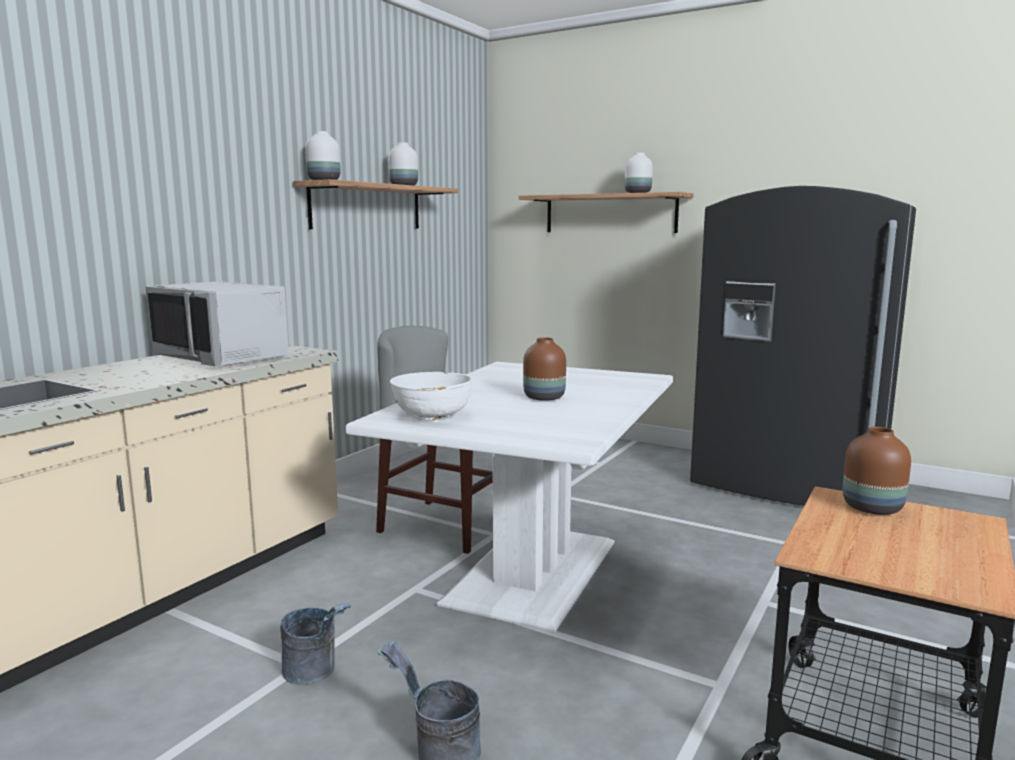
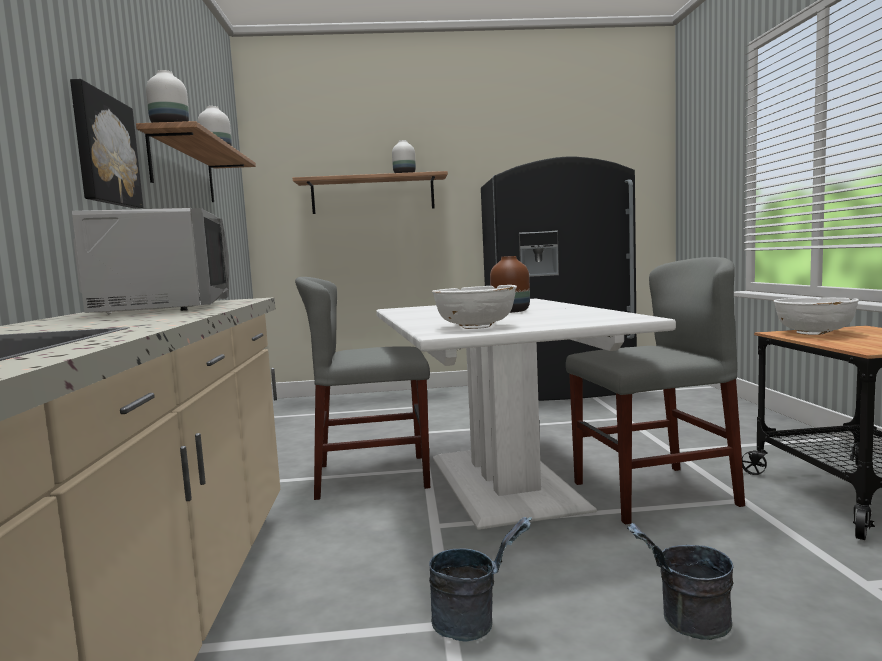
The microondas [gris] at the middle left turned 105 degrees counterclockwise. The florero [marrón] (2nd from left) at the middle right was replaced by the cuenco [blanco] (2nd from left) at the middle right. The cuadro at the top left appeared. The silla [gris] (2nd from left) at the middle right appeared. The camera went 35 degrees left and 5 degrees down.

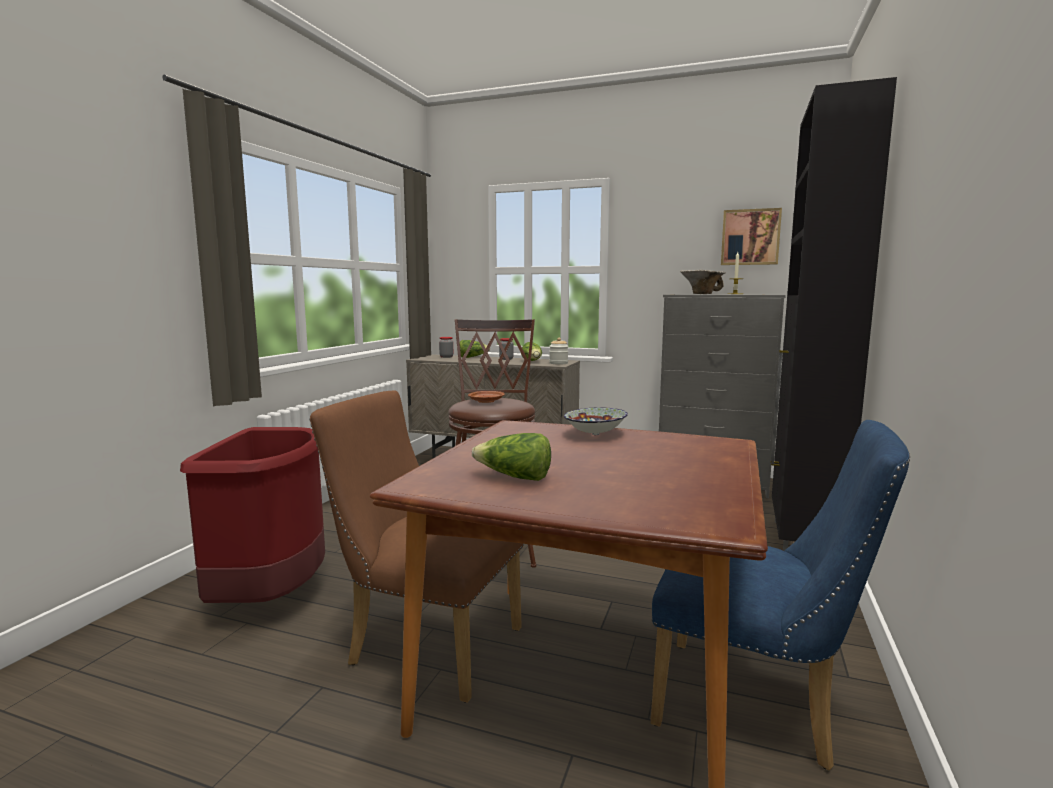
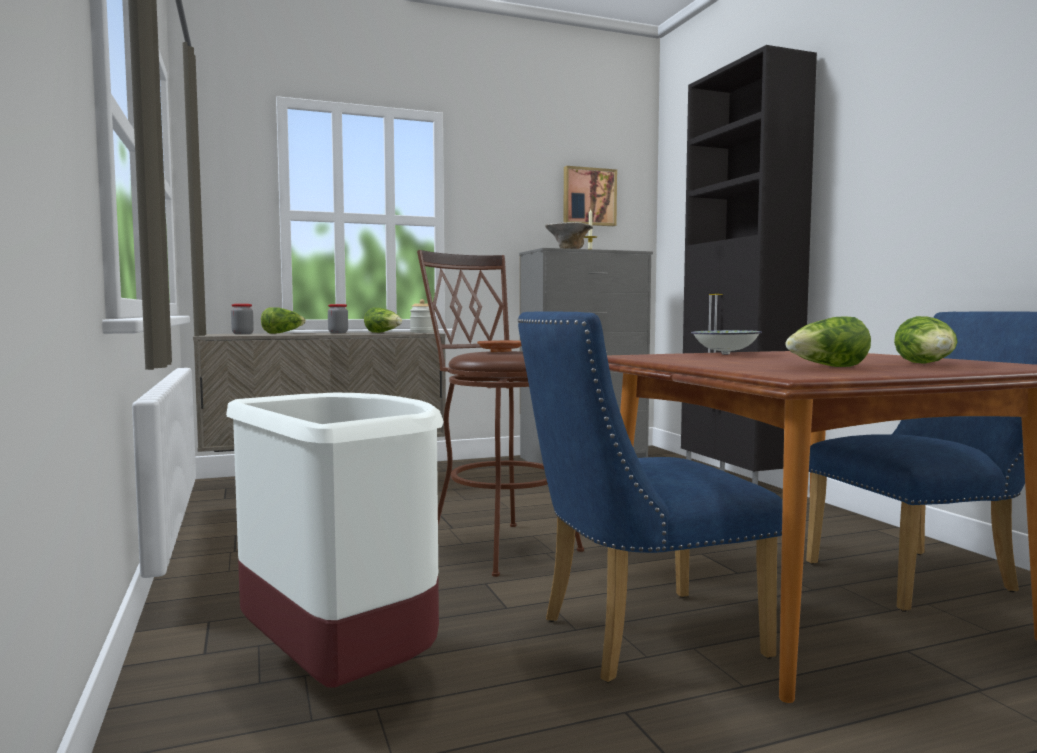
The silla [marrón] at the bottom centre became the silla [azul] (1st from left) at the centre. The papelera [rojo] at the middle left became the papelera [blanco] at the bottom left. The lechuga (4th from left) at the middle right appeared. The camera went 40 degrees left and 5 degrees down.

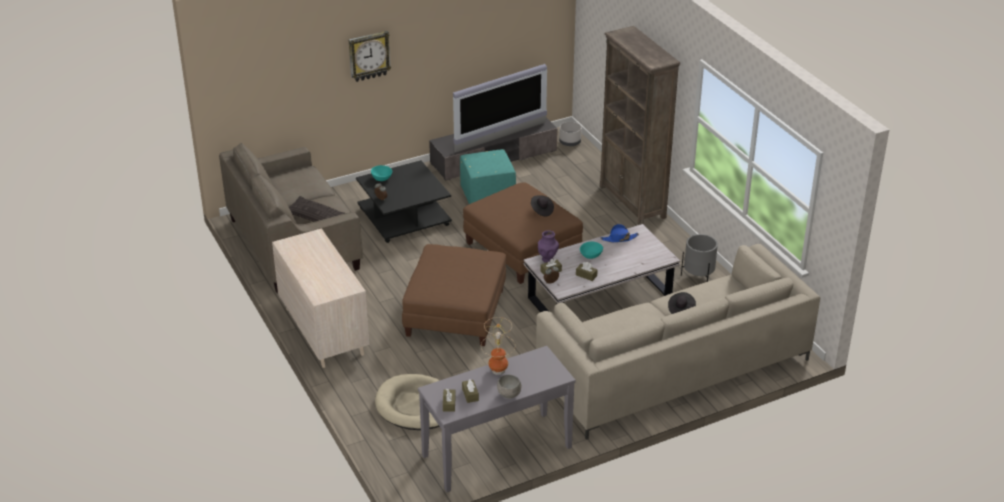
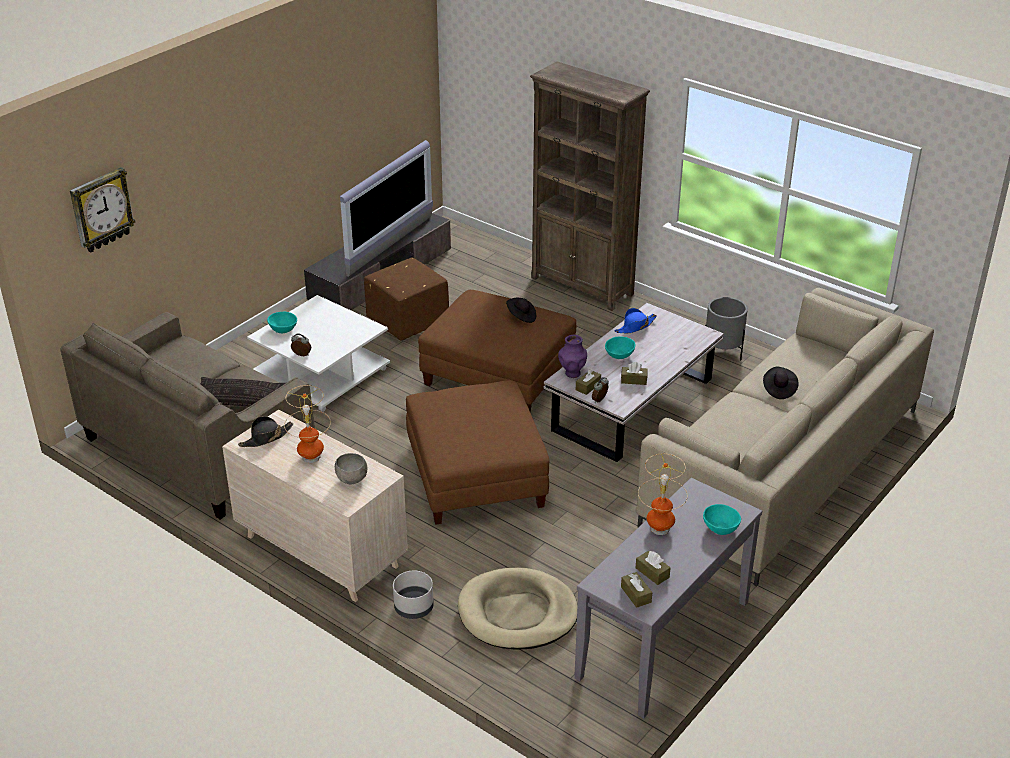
The reloj de pared moved from the top centre to the top left. The maceta [gris] (1st from left) moved from the top centre to the bottom centre. The puf [turquesa] at the centre became the puf [marrón] (1st from left) at the centre. The mesa de centro [negro] at the centre became the mesa de centro [blanco] (1st from left) at the middle left. The cuenco [gris] moved from the bottom centre to the centre. The lámpara de mesa (1st from left) at the middle left appeared. The sombrero [negro] (1st from left) at the middle left appeared. The cuenco [turquesa] (3rd from left) at the bottom right appeared. The camera went 25 degrees left and 0 degrees up.

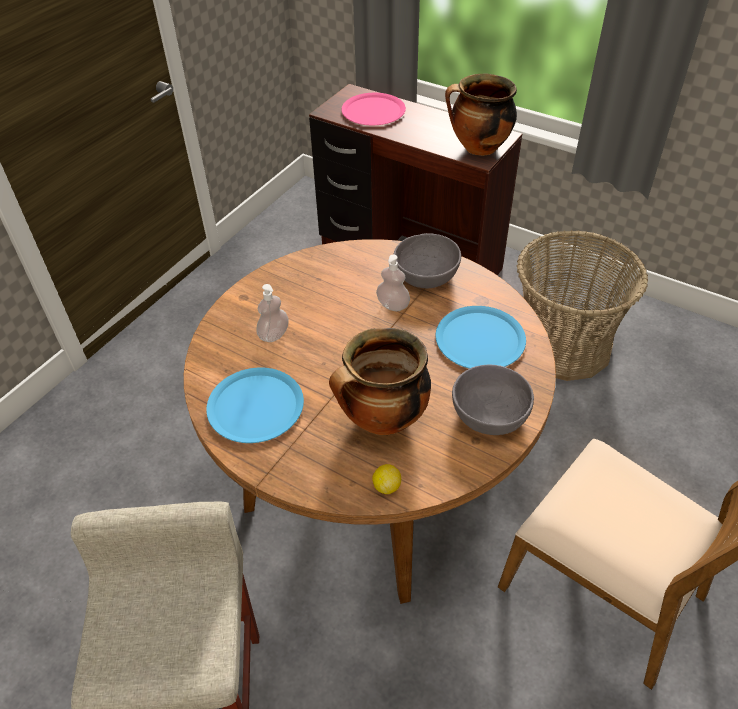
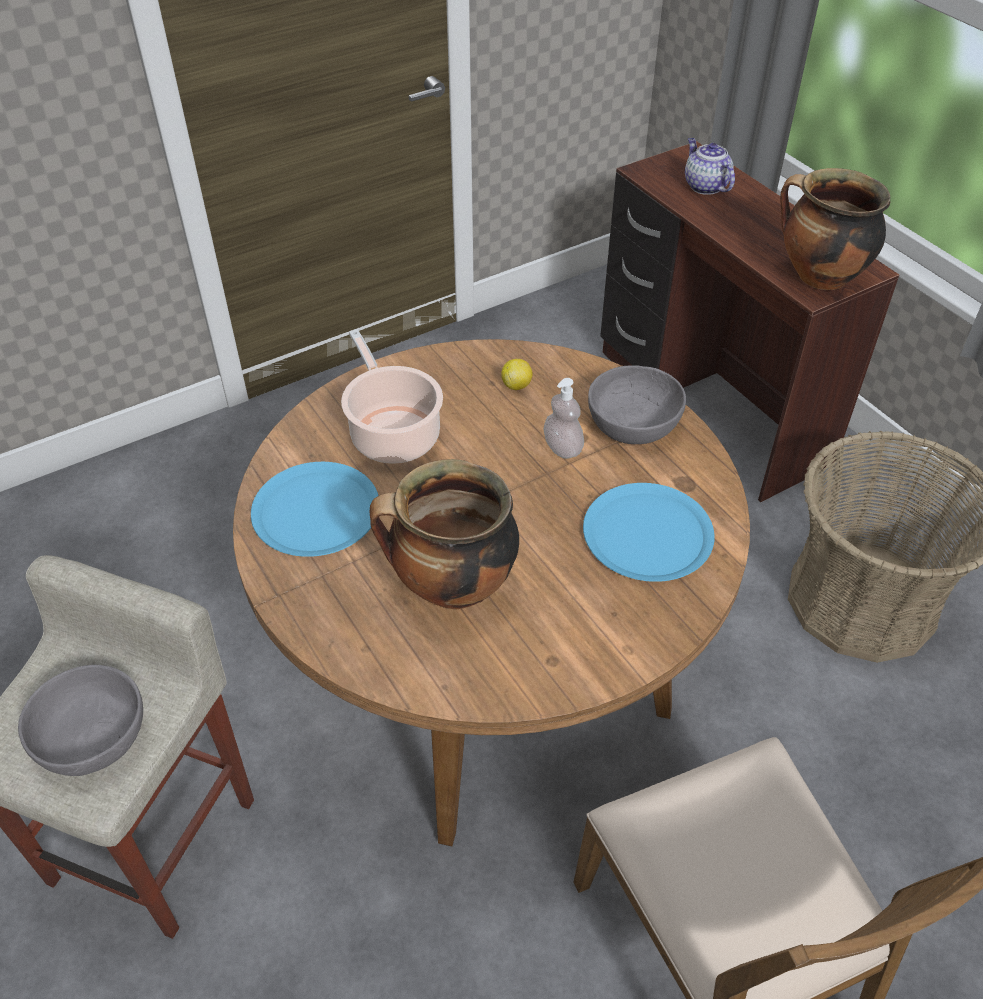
The plato [rosa] at the top centre was replaced by the tetera at the top right. The dispensador de jabón (1st from left) at the centre was replaced by the olla (1st from left) at the centre. The cuenco [gris] (2nd from left in the first image) moved from the middle right to the bottom left. The limón moved from the bottom centre to the centre. The camera went 25 degrees right and 0 degrees up.

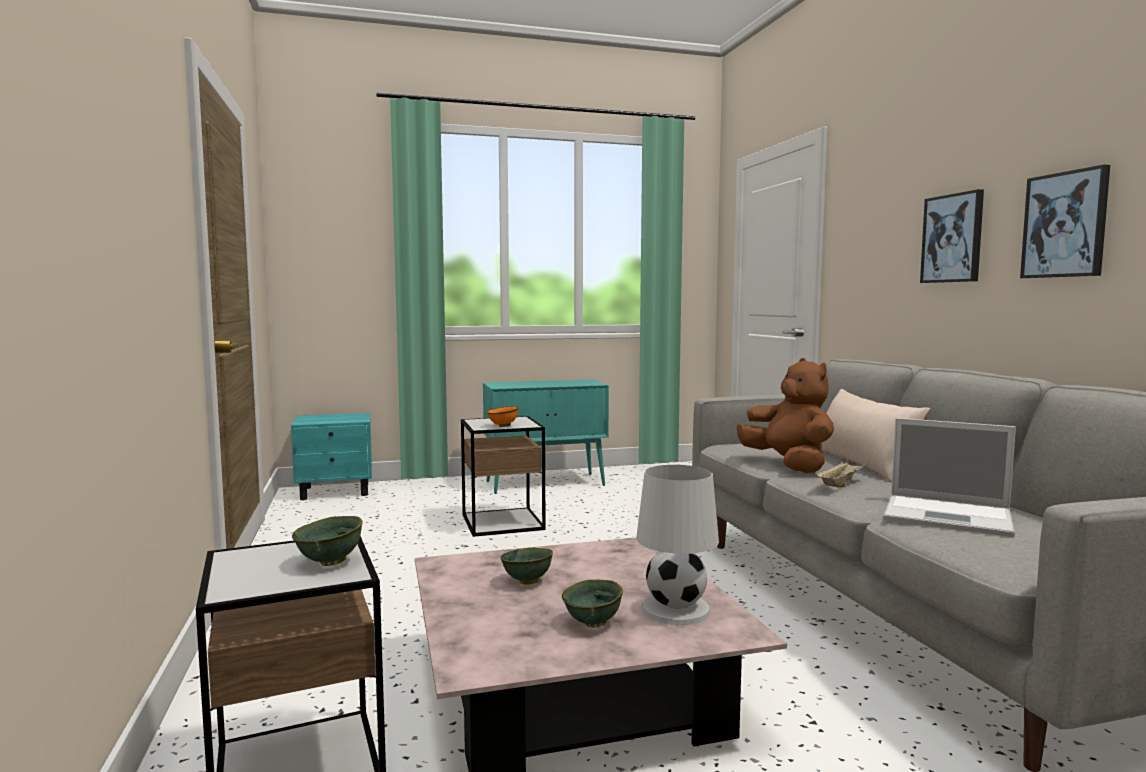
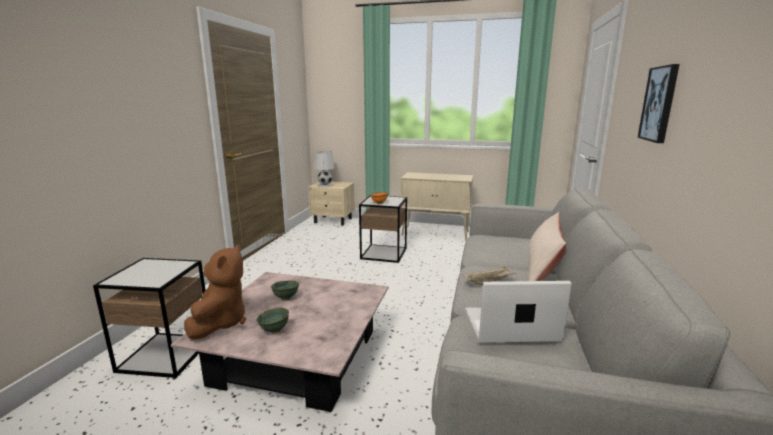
The cuadro (2nd from left) at the top right disappeared. The peluche [marrón] moved from the middle right to the bottom left. The armario [turquesa] at the centre became the armario [beis] at the centre. The mesita de noche [turquesa] at the middle left became the mesita de noche [beis] at the centre. The portátil at the middle right turned 120 degrees clockwise. The lámpara de mesa [blanco] moved from the bottom centre to the centre. The cuenco [verde] (1st from left) at the bottom left disappeared. The camera went 30 degrees right and 10 degrees up.

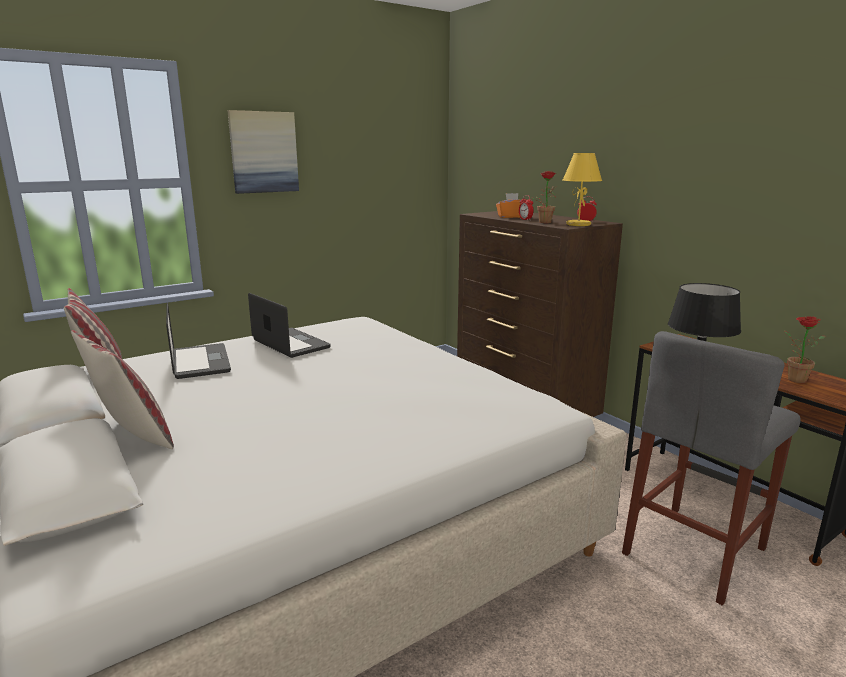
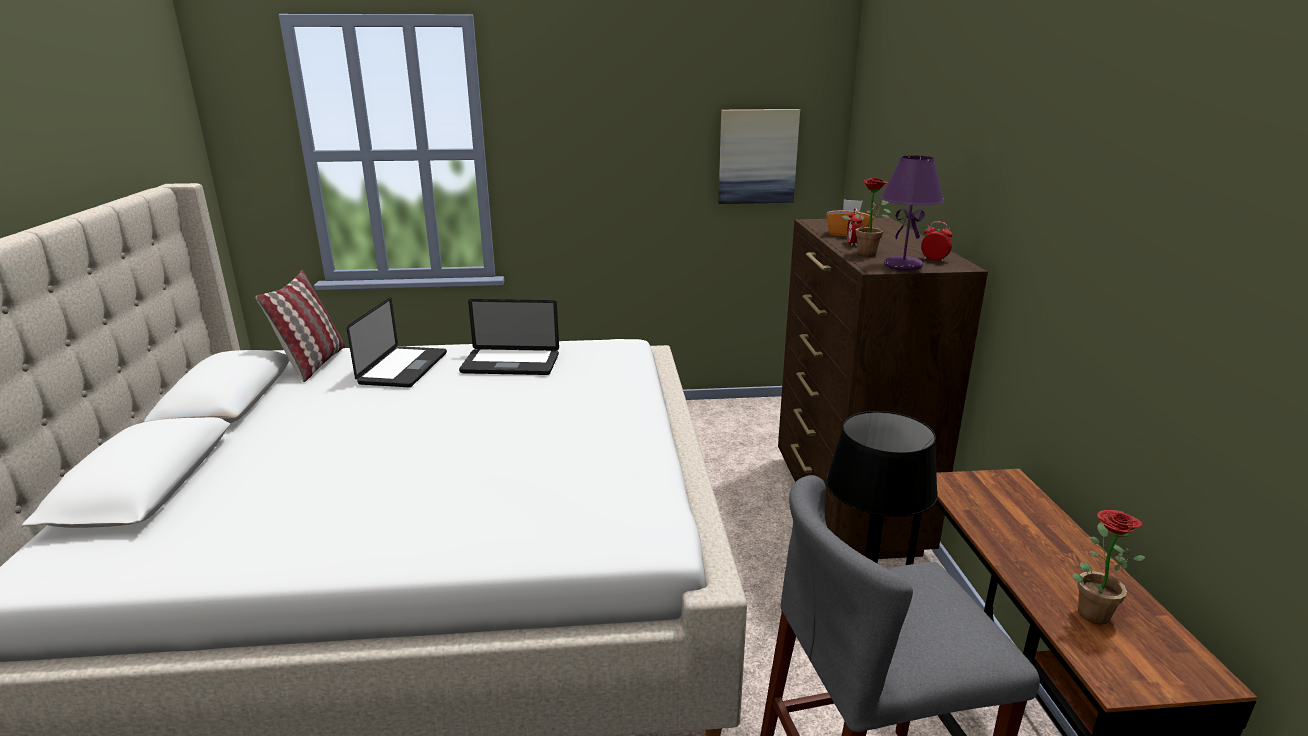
The cuadro moved from the top left to the top centre. The lámpara de mesa [amarillo] at the top right became the lámpara de mesa [morado] at the top right. The portátil (2nd from left) at the centre turned 105 degrees clockwise. The cojín (2nd from left) at the middle left disappeared. The camera went 30 degrees right and 5 degrees up.

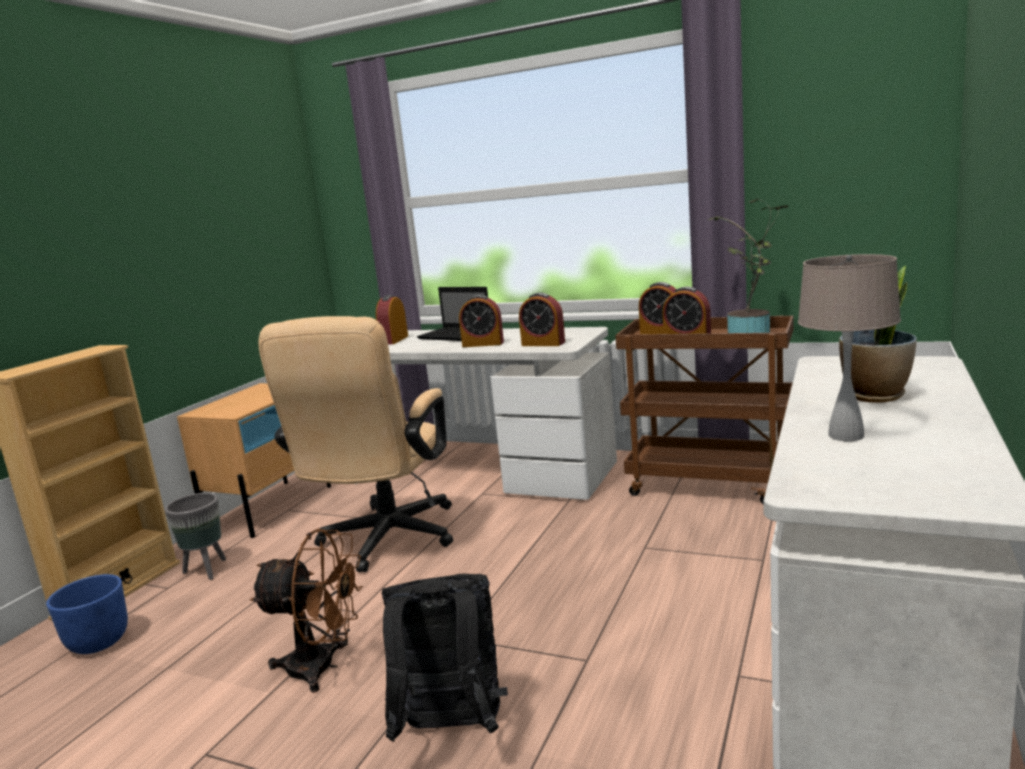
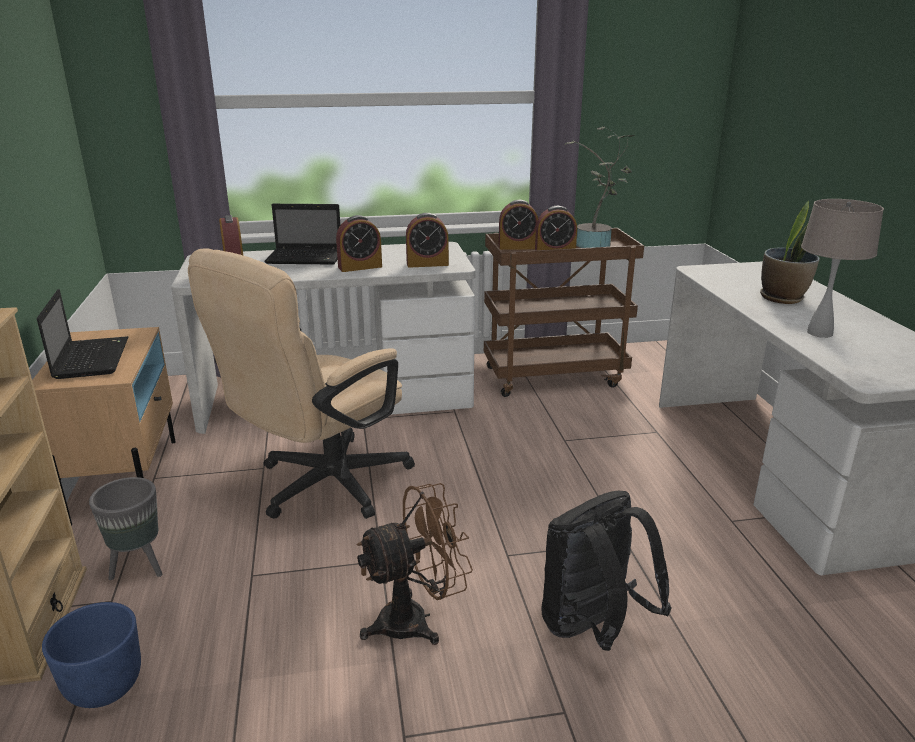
The silla de oficina [beis] at the centre turned 60 degrees clockwise. The portátil (1st from left) at the middle left appeared. The camera went 35 degrees left and 10 degrees up.

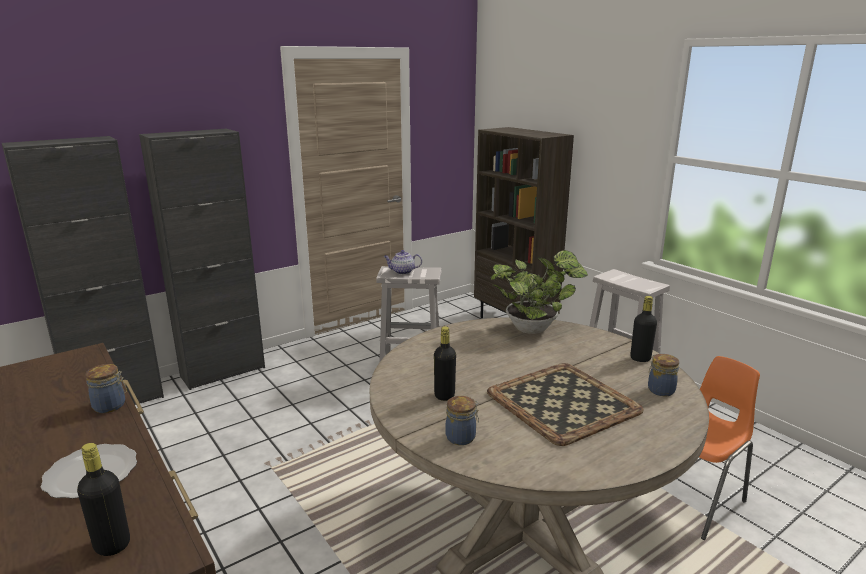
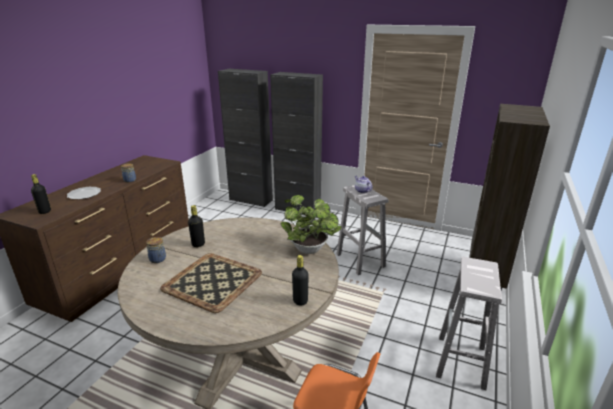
The tarro (3rd from left) at the middle right disappeared. The camera went 60 degrees right and 5 degrees up.

